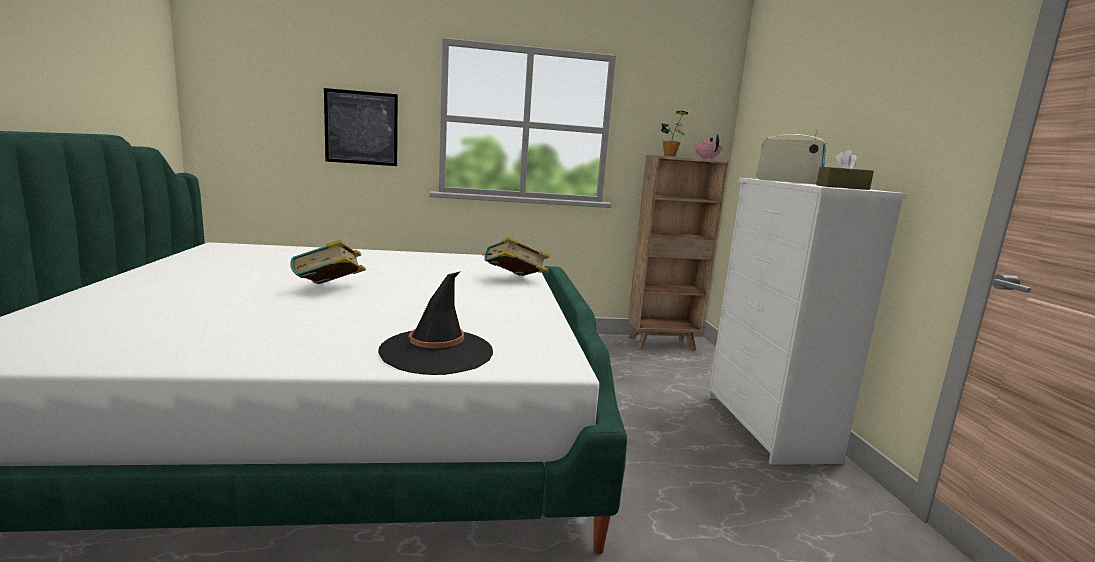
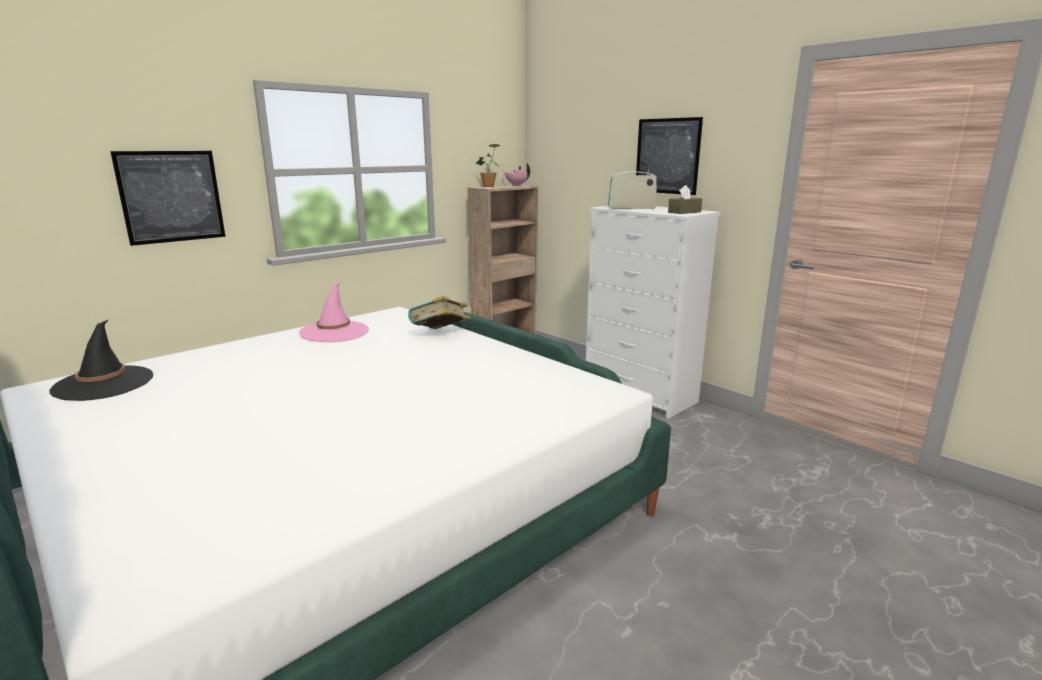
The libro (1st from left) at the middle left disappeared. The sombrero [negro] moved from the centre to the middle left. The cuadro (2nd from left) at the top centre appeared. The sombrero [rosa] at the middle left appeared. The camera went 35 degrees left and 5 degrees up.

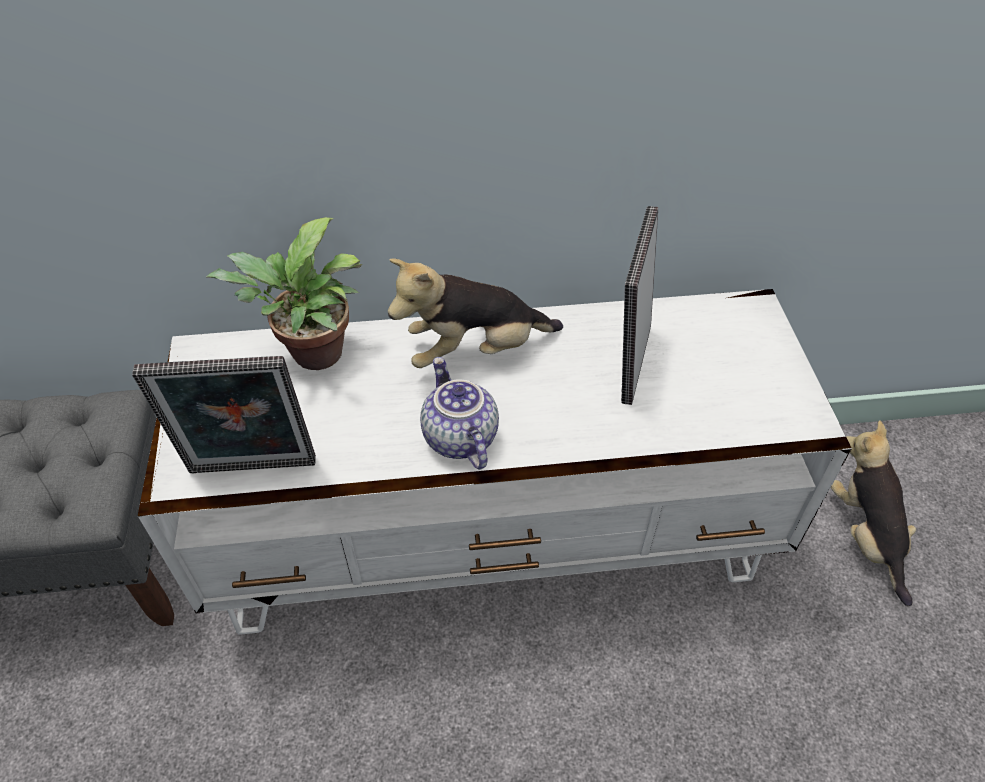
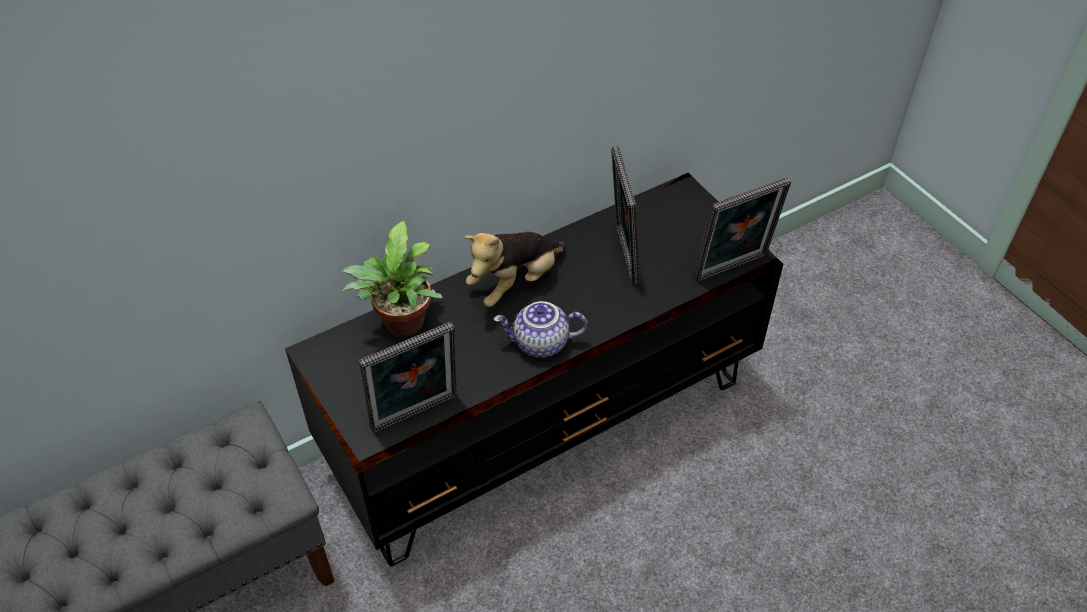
The mueble de televisión [blanco] at the centre became the mueble de televisión [negro] at the centre. The tetera at the centre turned 45 degrees counterclockwise. The peluche (2nd from left) at the middle right disappeared. The portarretratos (3rd from left) at the middle right appeared. The camera went 25 degrees left and 0 degrees up.

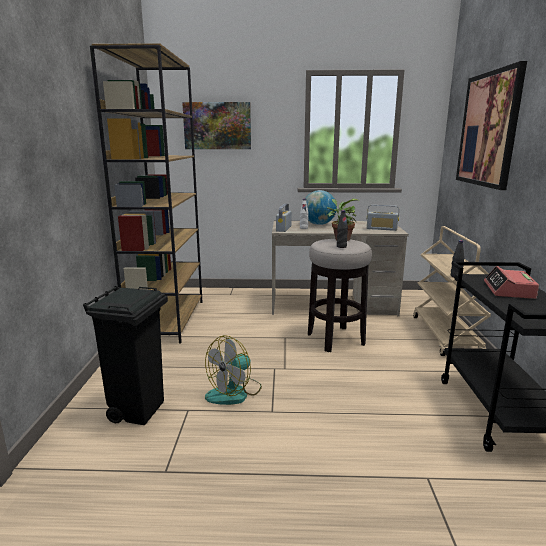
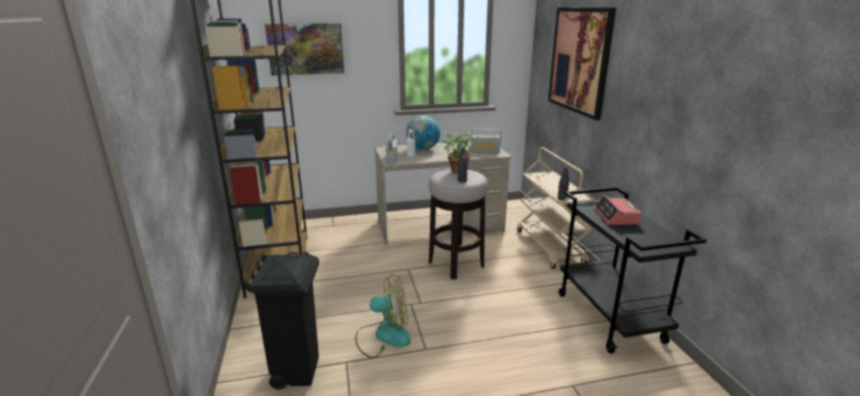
The ventilador at the bottom centre turned 120 degrees counterclockwise. The camera went 15 degrees left and 5 degrees up.

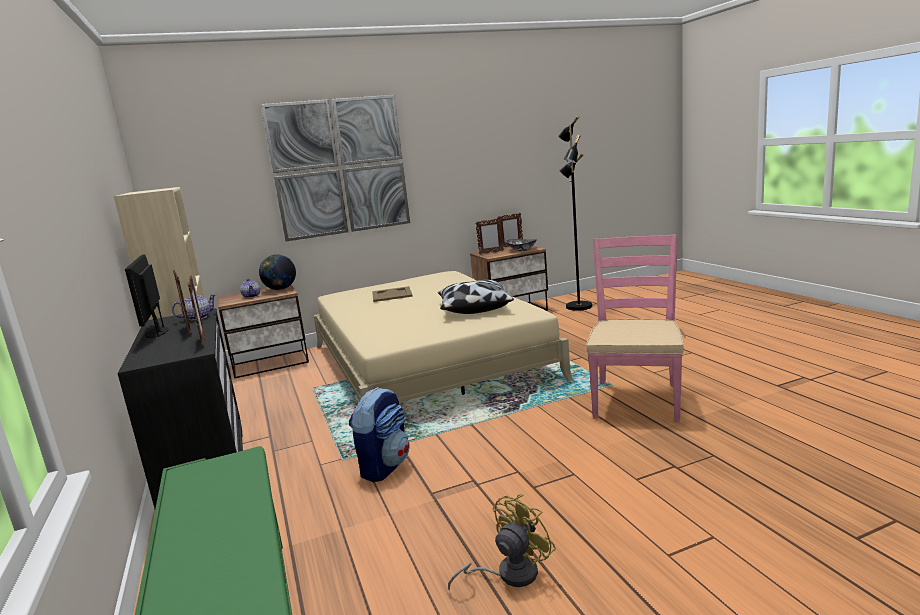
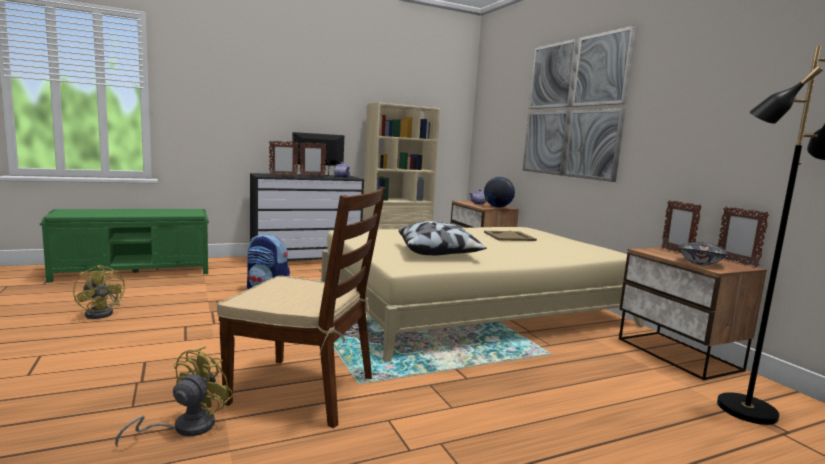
The silla [rosa] at the middle right became the silla [marrón] at the centre. The ventilador [amarillo] (2nd from left) at the bottom left appeared. The camera went 85 degrees right and 5 degrees down.

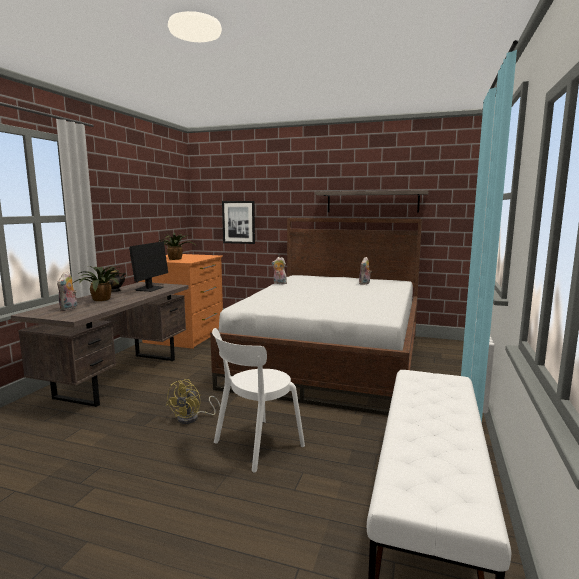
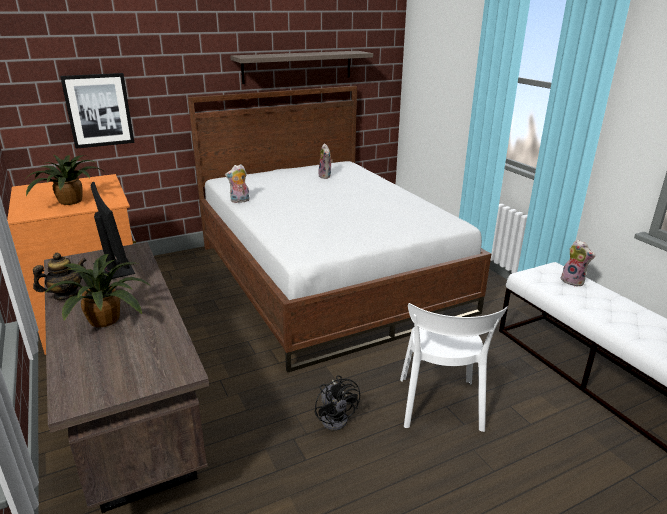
The peluche (1st from left in the first image) moved from the middle left to the middle right. The ventilador [amarillo] at the bottom centre became the ventilador [negro] at the bottom centre. The camera went 45 degrees left and 15 degrees up.

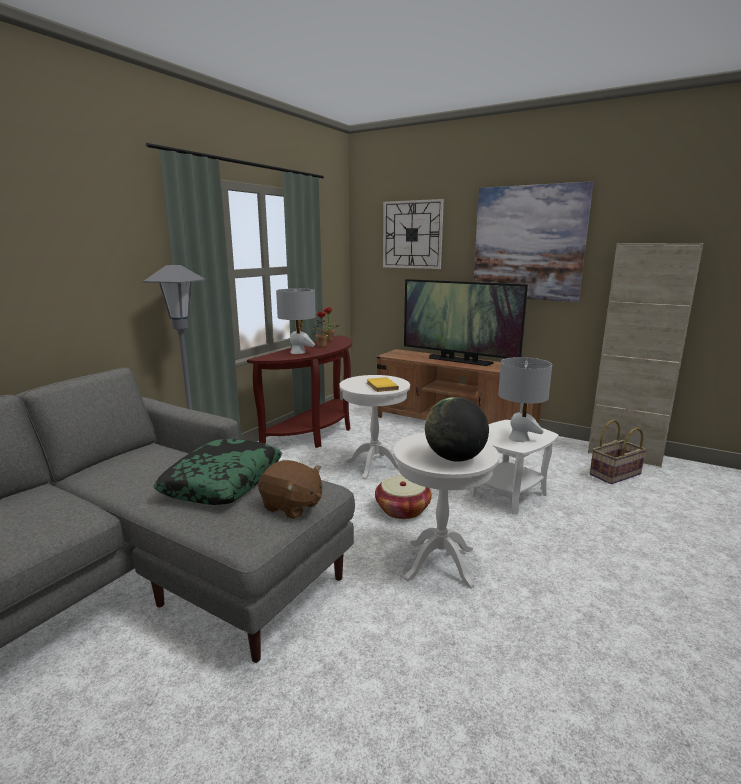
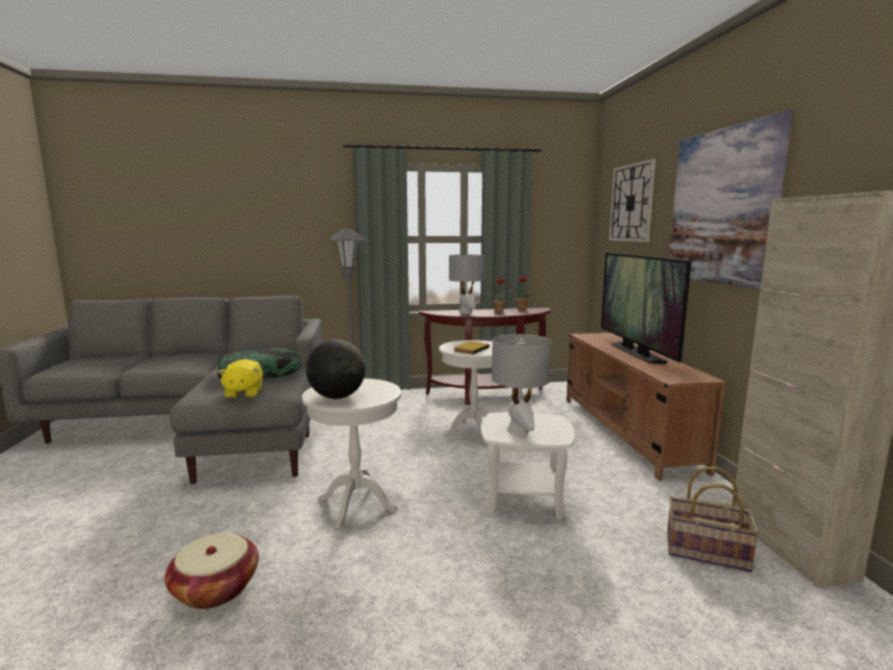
The peluche [marrón] at the centre became the peluche [amarillo] at the middle left. The cesta (1st from left) moved from the centre to the bottom left. The camera went 50 degrees right and 5 degrees down.

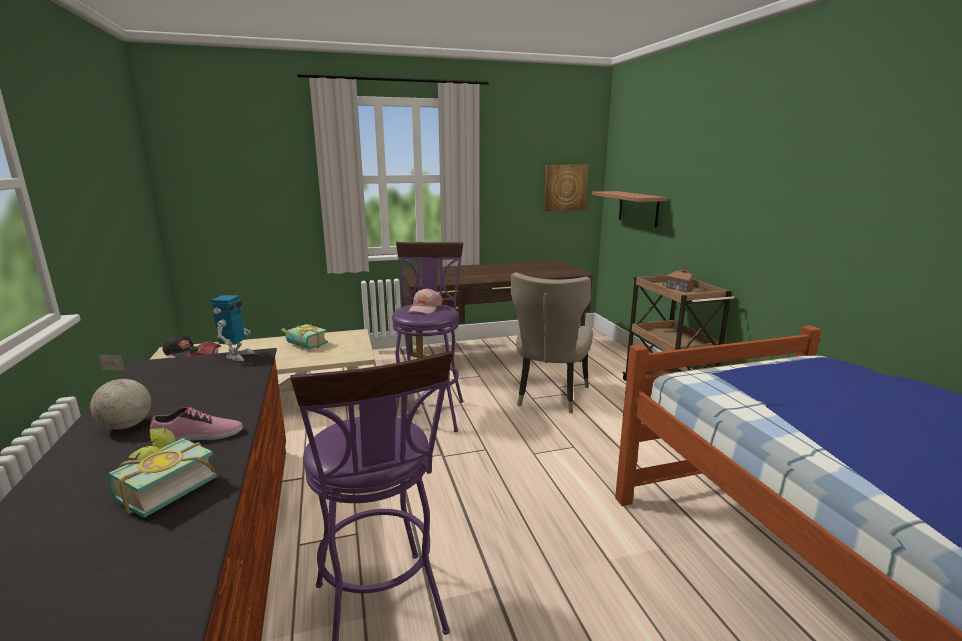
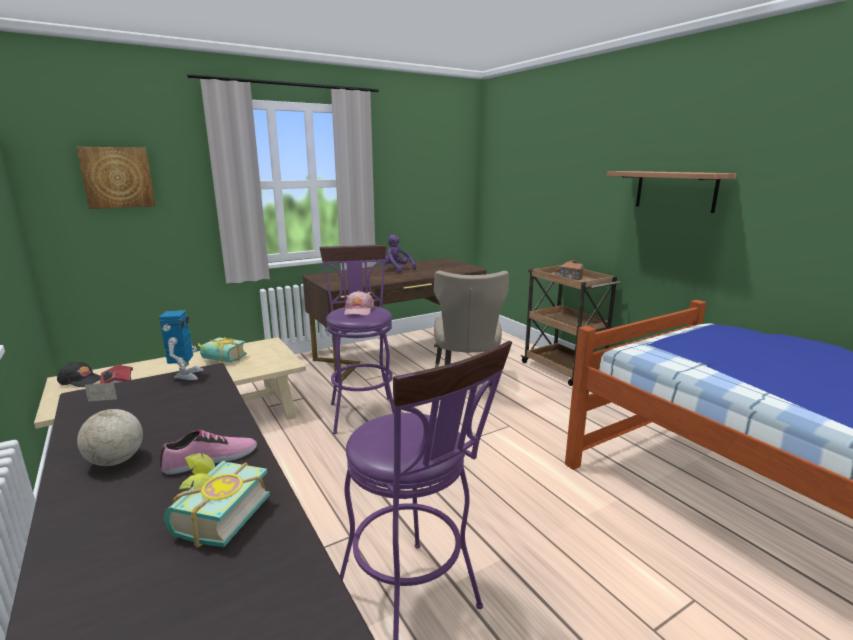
The cuadro moved from the top centre to the top left. The estante moved from the top centre to the top right. The peluche [morado] at the centre appeared. The camera went 15 degrees left and 0 degrees up.

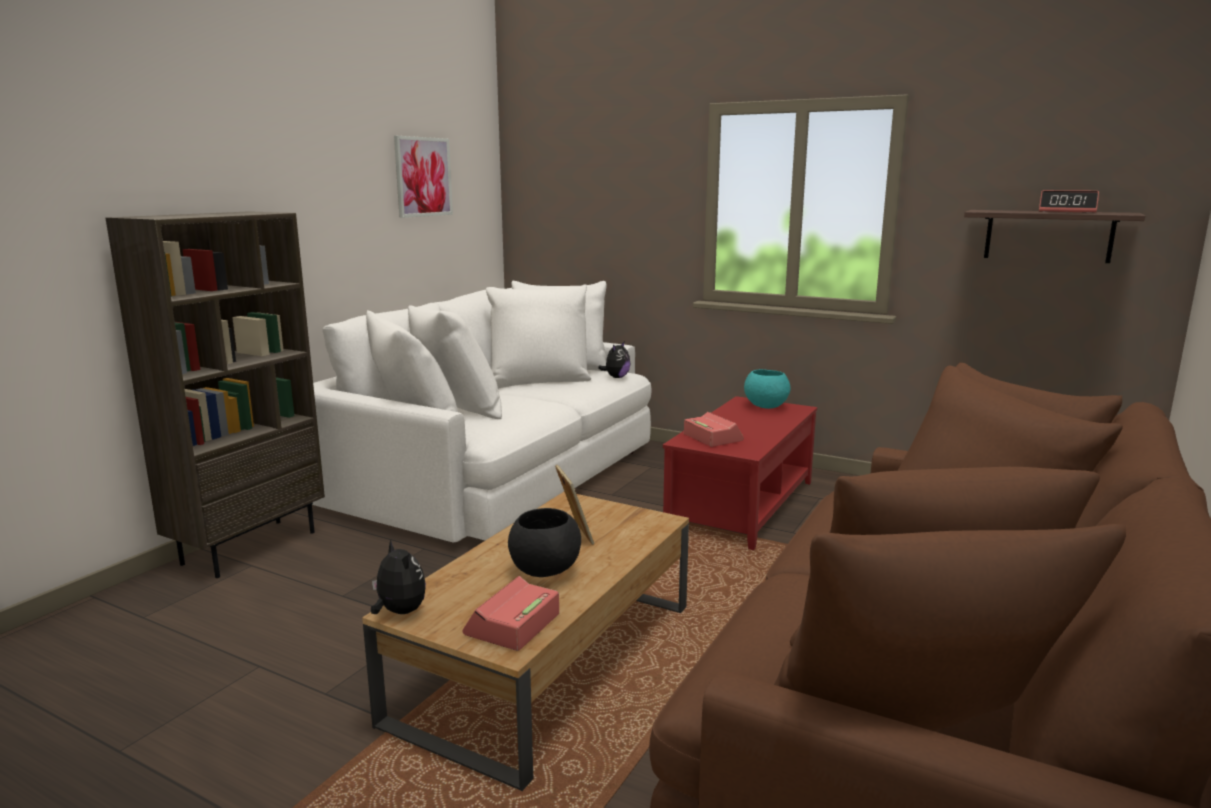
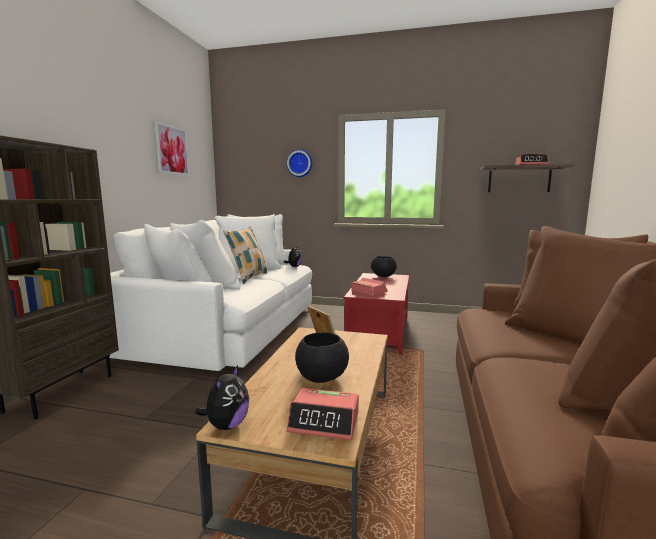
The cuenco [turquesa] at the centre became the cuenco [negro] (2nd from left) at the centre. The peluche (1st from left) at the bottom left turned 75 degrees clockwise. The despertador (1st from left) at the bottom centre turned 90 degrees counterclockwise. The reloj de pared at the top centre appeared. The cojín at the centre appeared. The camera went 15 degrees left and 5 degrees down.

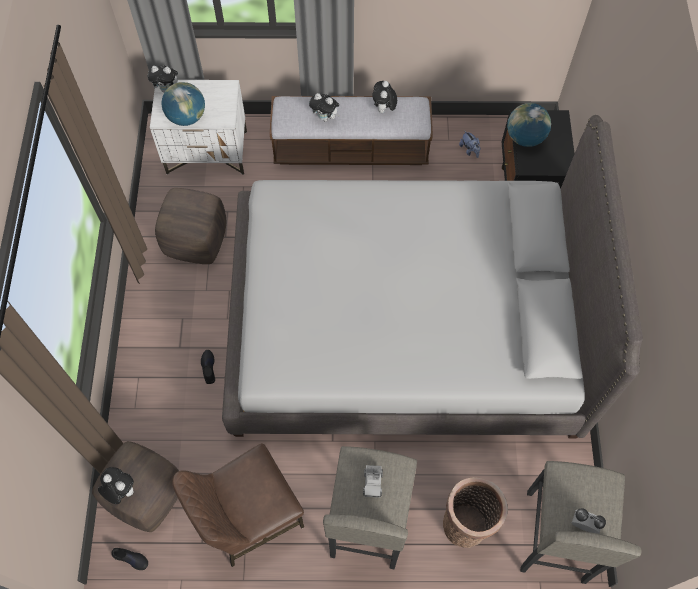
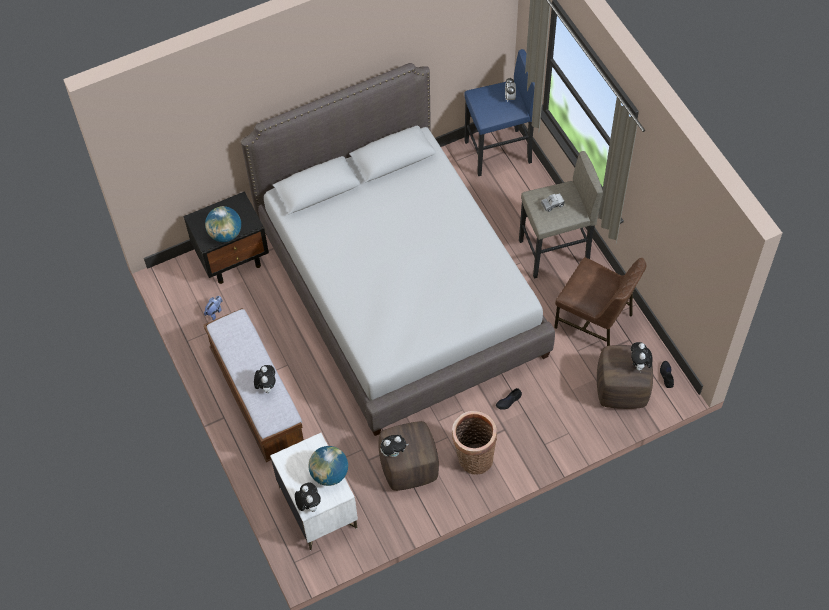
The peluche (4th from left) moved from the top centre to the bottom centre. The taburete [gris] (2nd from left) at the bottom right became the taburete [azul] at the top centre. The cesta moved from the bottom right to the bottom centre. The camera went 115 degrees left and 5 degrees down.

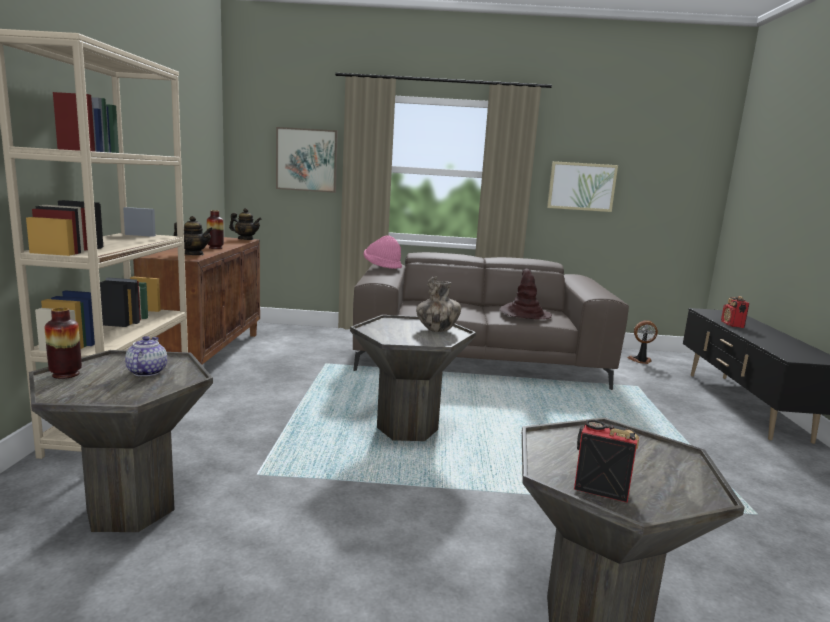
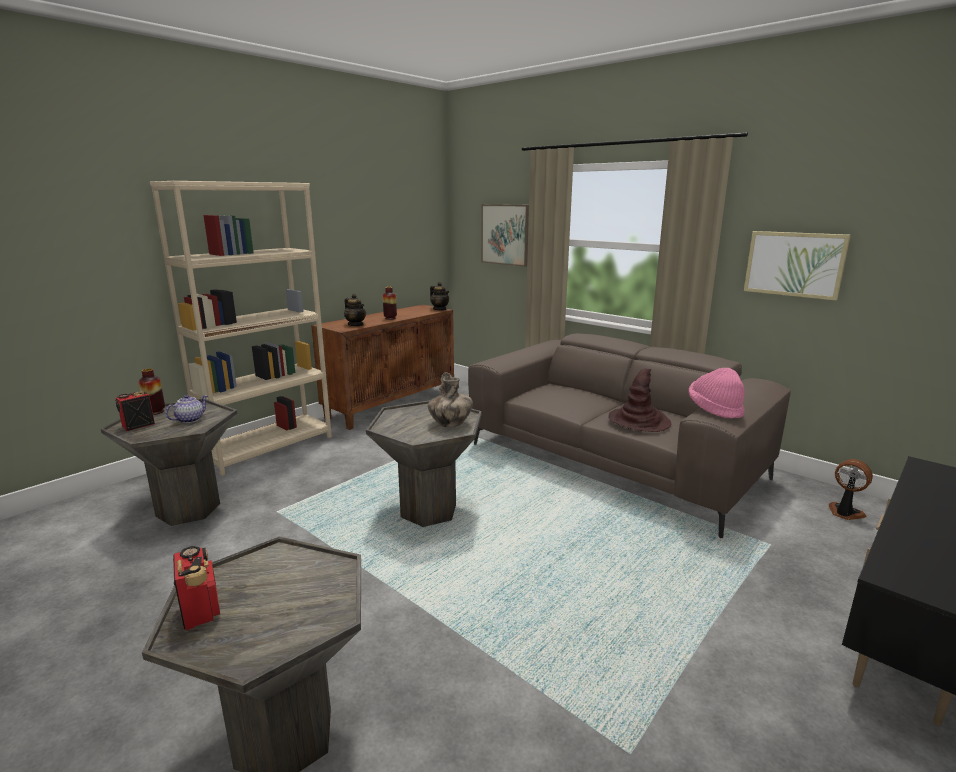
The sombrero [rosa] moved from the centre to the middle right. The radio (2nd from left in the first image) moved from the middle right to the middle left. The camera went 40 degrees right and 5 degrees up.

